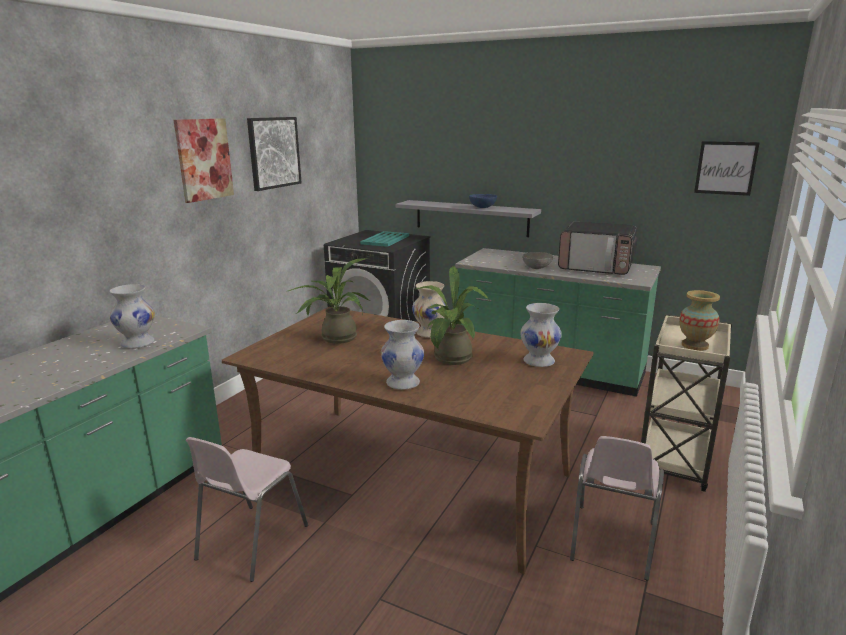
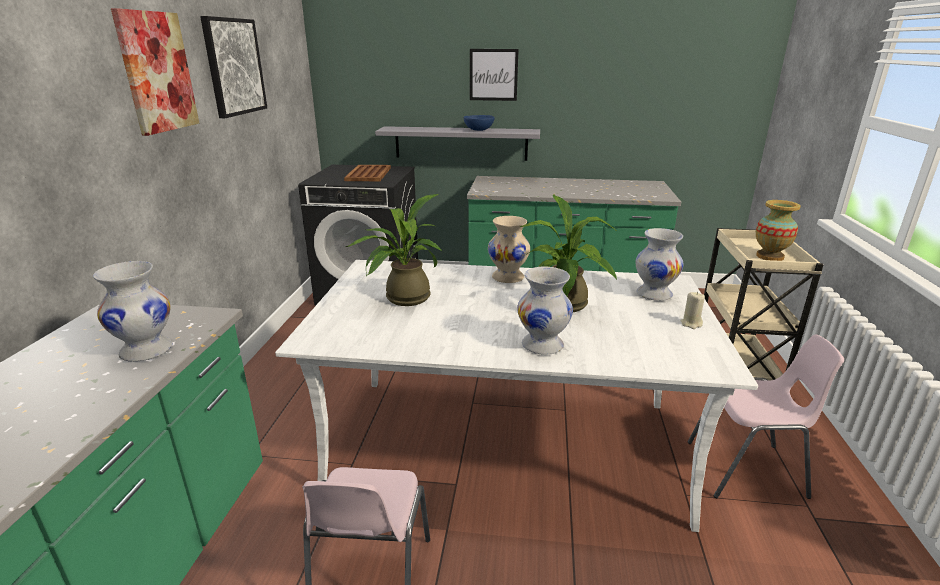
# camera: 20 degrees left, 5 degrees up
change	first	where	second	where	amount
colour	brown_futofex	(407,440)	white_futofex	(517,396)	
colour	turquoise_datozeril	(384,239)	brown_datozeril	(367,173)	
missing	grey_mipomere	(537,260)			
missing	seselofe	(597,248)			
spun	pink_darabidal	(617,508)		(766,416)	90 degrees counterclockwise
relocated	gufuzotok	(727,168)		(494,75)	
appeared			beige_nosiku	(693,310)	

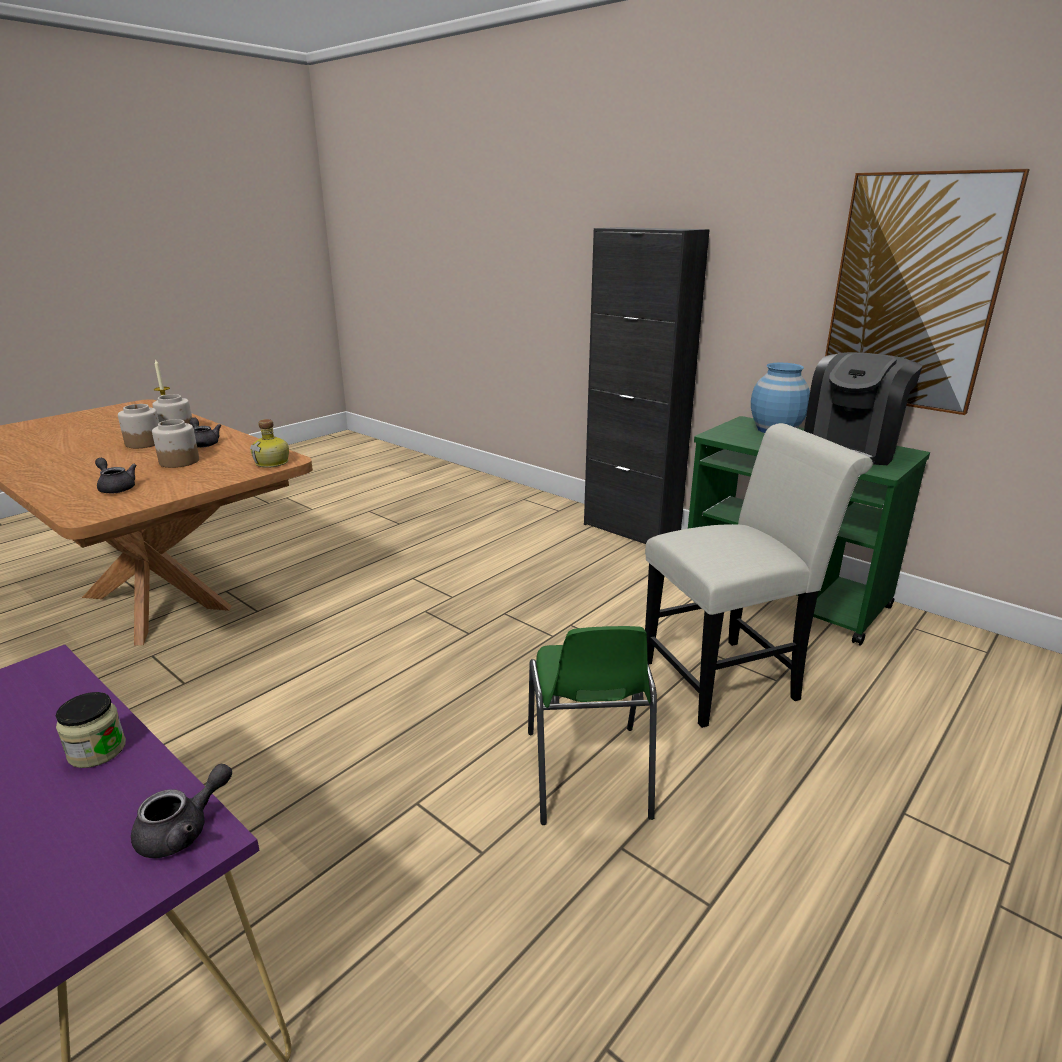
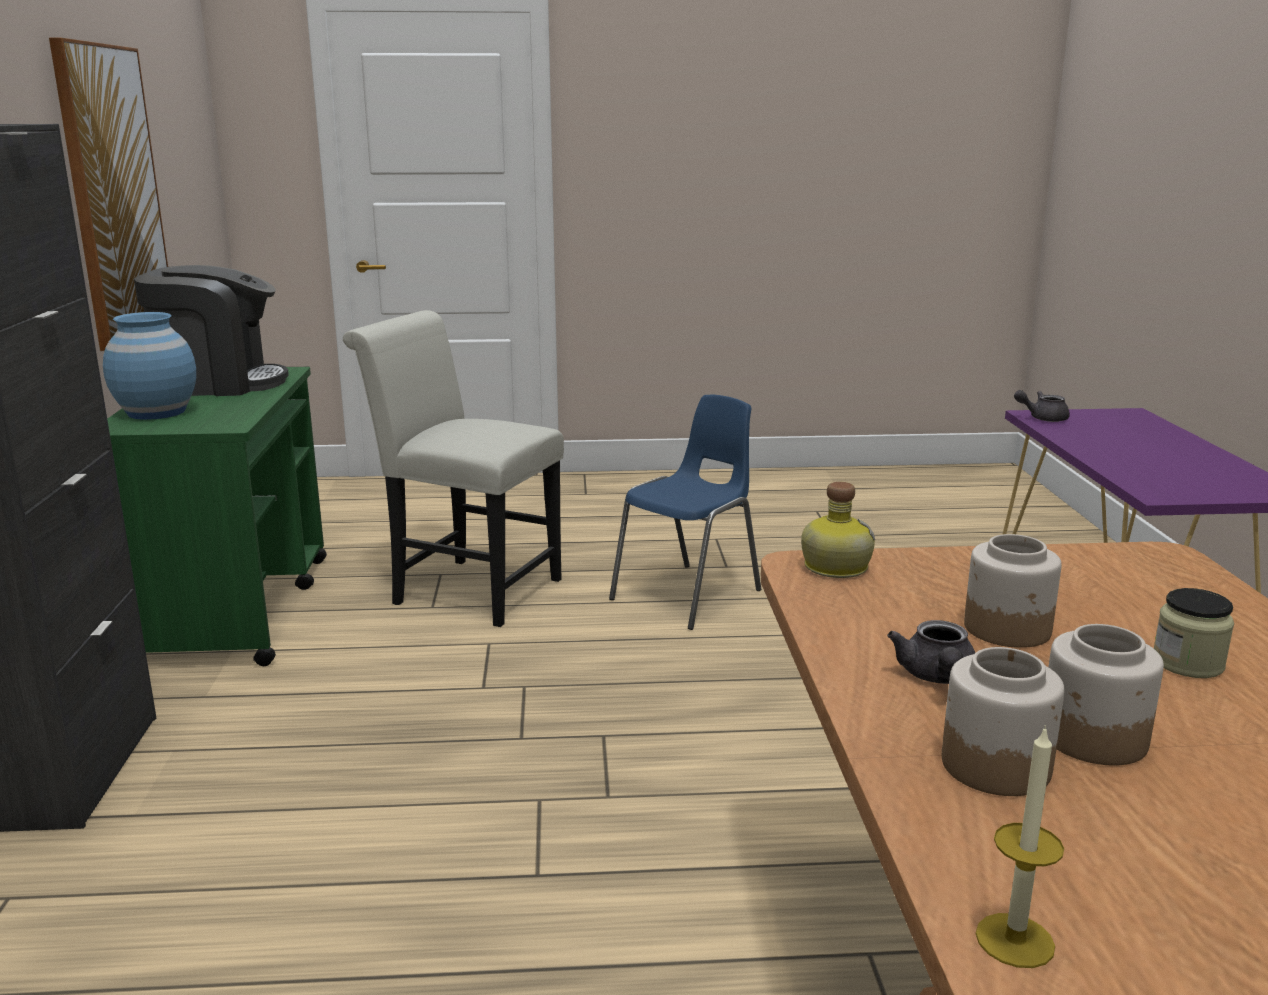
# camera: 135 degrees left, 5 degrees down
change	first	where	second	where	amount
relocated	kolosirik	(91,730)		(1194,633)	
missing	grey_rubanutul	(116,475)			
colour	green_darabidal	(592,725)	blue_darabidal	(685,512)	

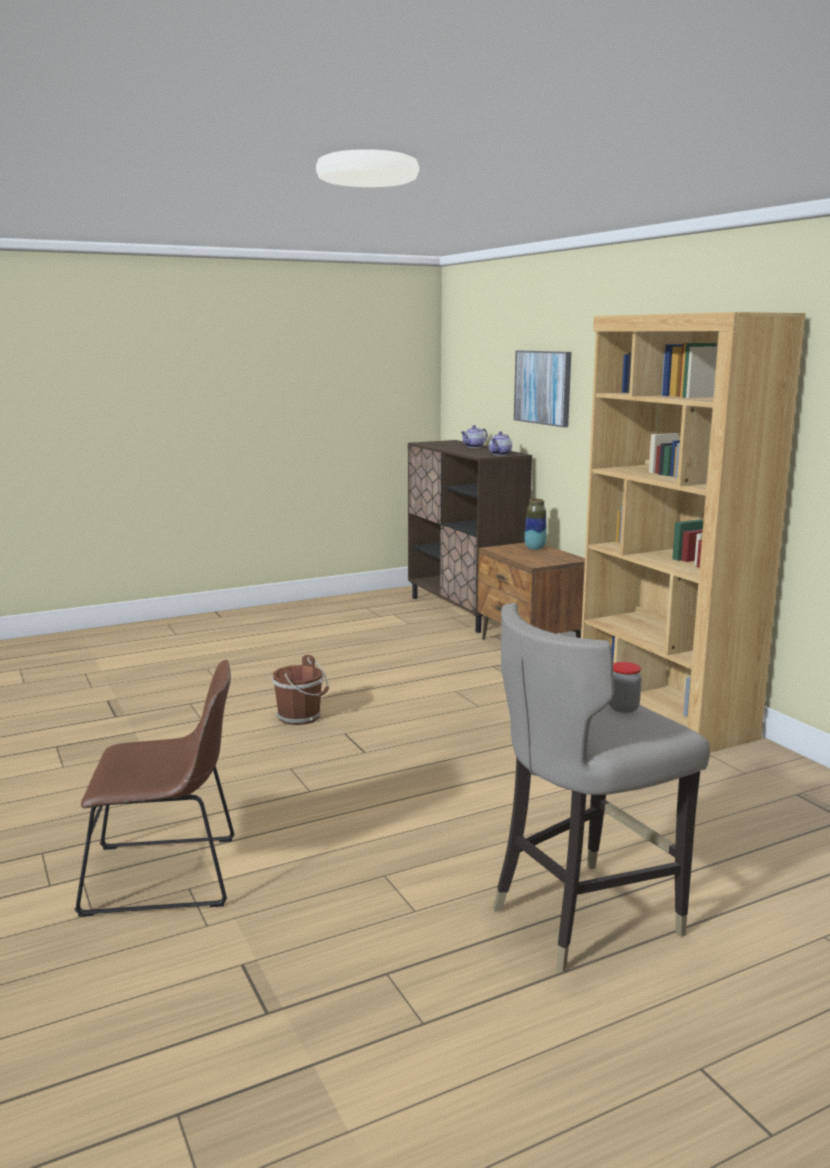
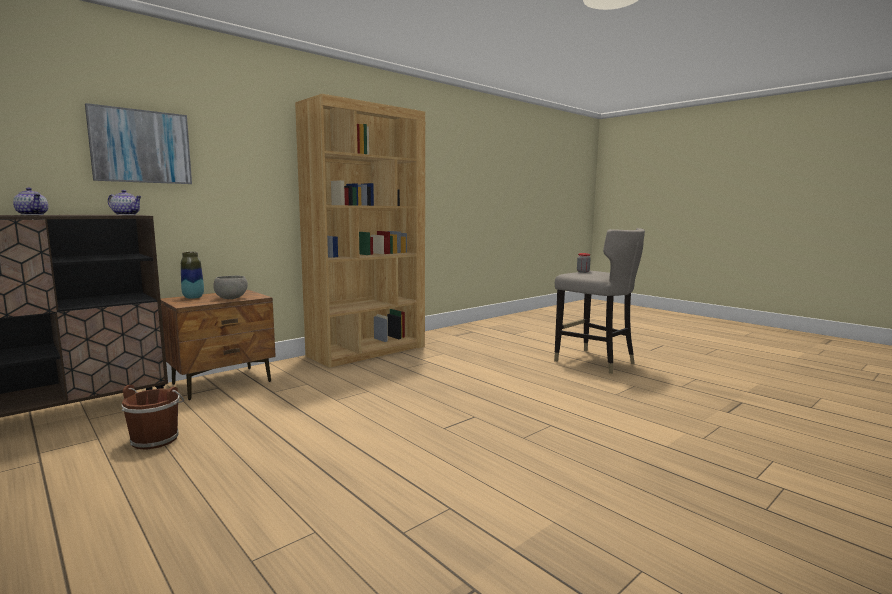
# camera: 105 degrees left, 5 degrees down
change	first	where	second	where	amount
missing	brown_darabidal	(155,788)			
relocated	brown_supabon	(300,690)		(153,417)	
appeared			grey_mipomere	(230,287)	

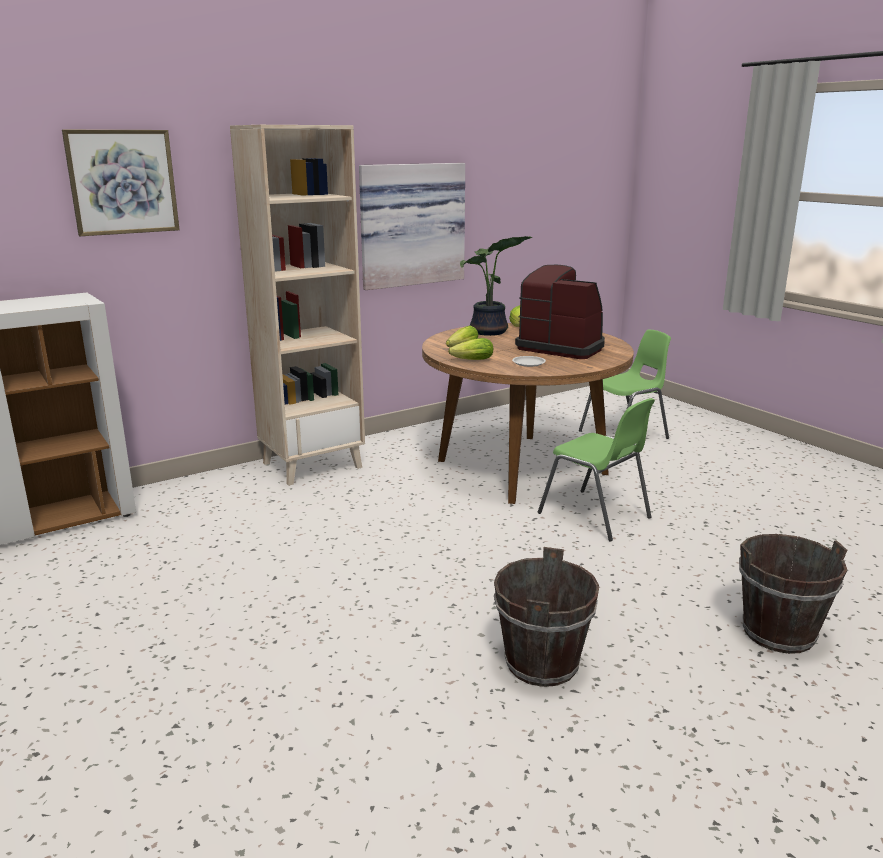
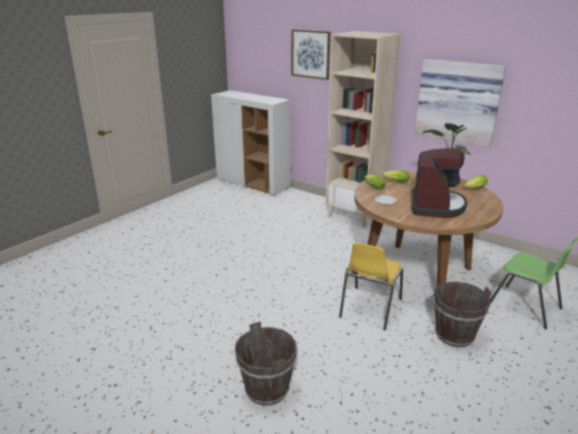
# camera: 70 degrees right, 5 degrees up
change	first	where	second	where	amount
relocated	brown_supabon	(546,617)		(462,314)	
colour	green_darabidal	(596,469)	yellow_darabidal	(371,286)	

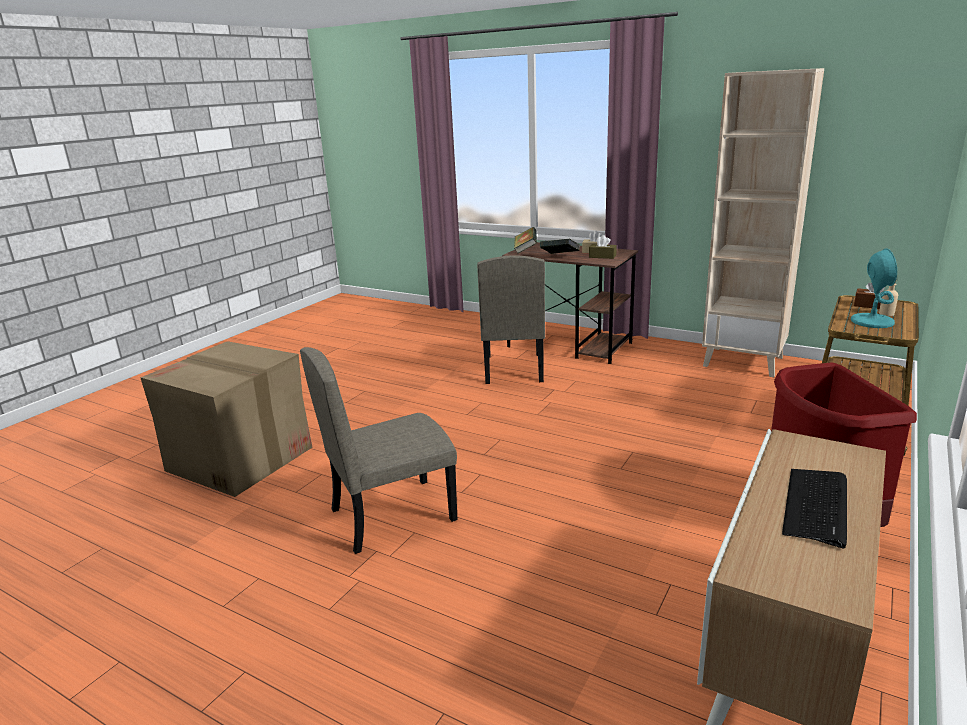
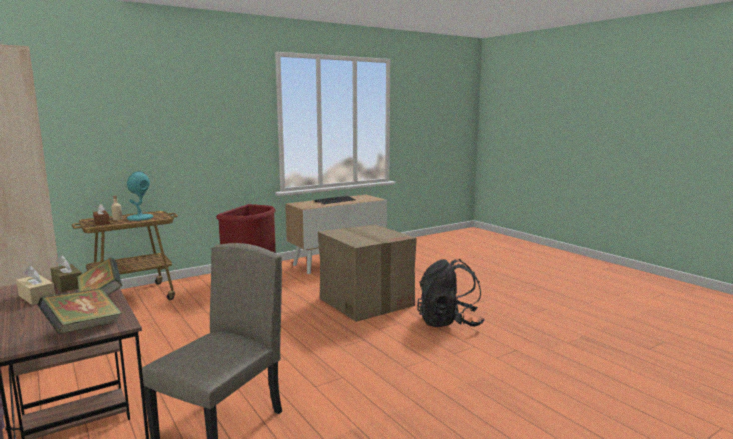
# camera: 155 degrees left, 10 degrees down
change	first	where	second	where	amount
relocated	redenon	(226,419)		(367,273)	
exchanged	beige_darabidal	(378,450)	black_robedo	(451,293)	

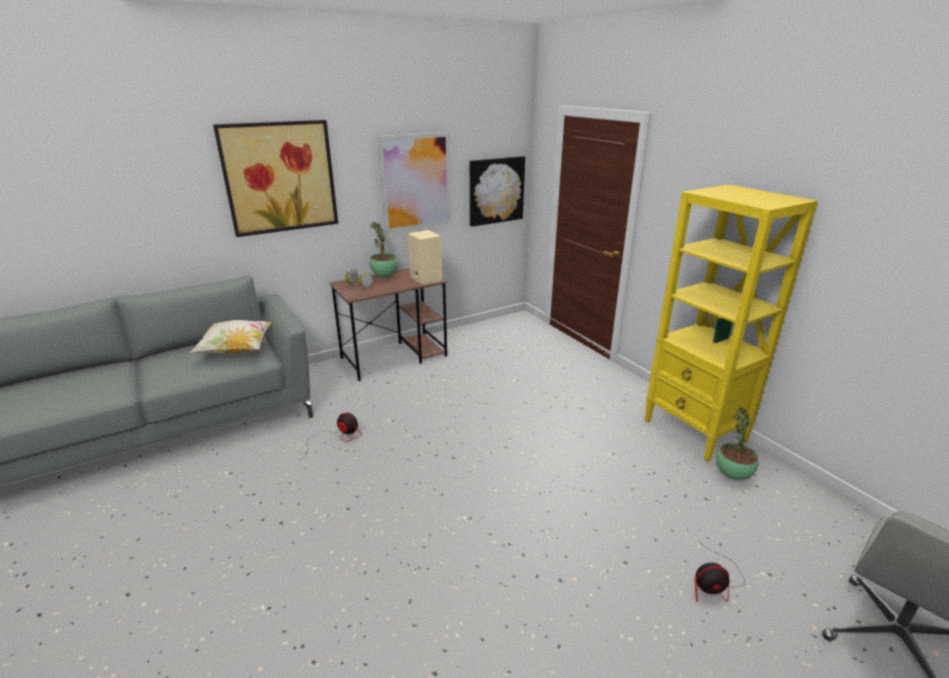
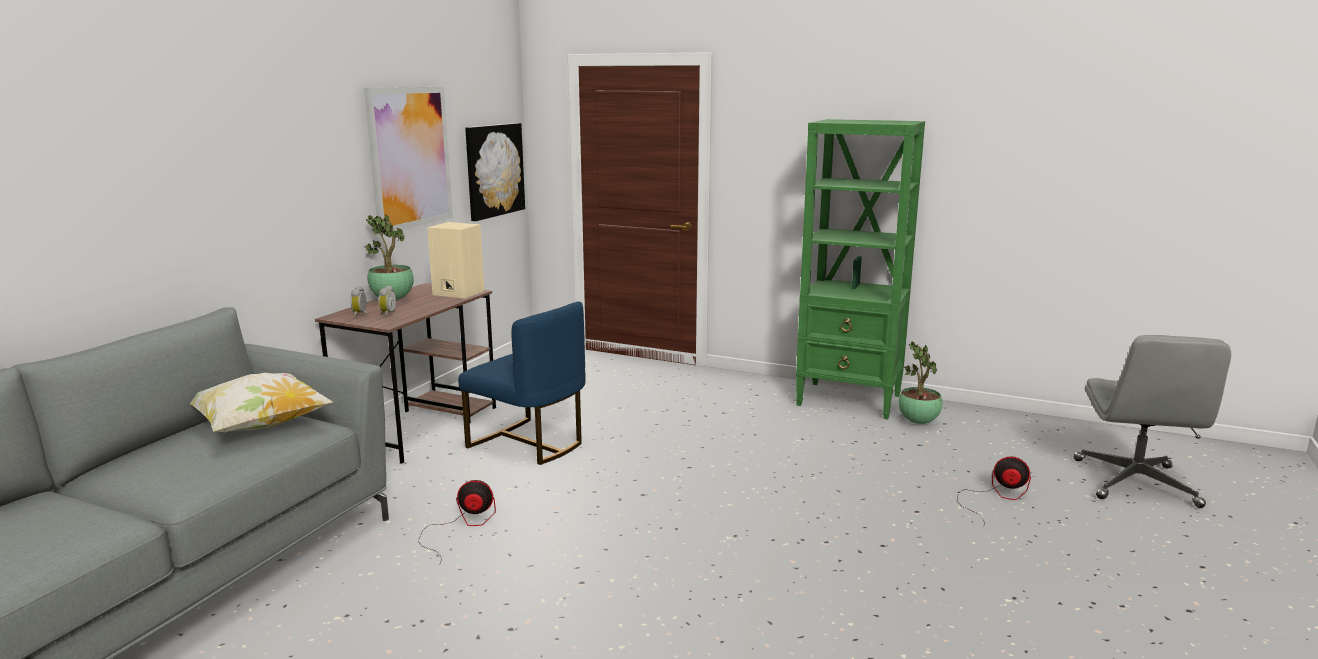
# camera: 35 degrees left, 10 degrees down
change	first	where	second	where	amount
missing	gufuzotok	(275,178)			
colour	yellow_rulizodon	(731,323)	green_rulizodon	(860,269)	
spun	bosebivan	(720,571)		(994,489)	120 degrees counterclockwise
appeared			blue_darabidal	(522,383)	

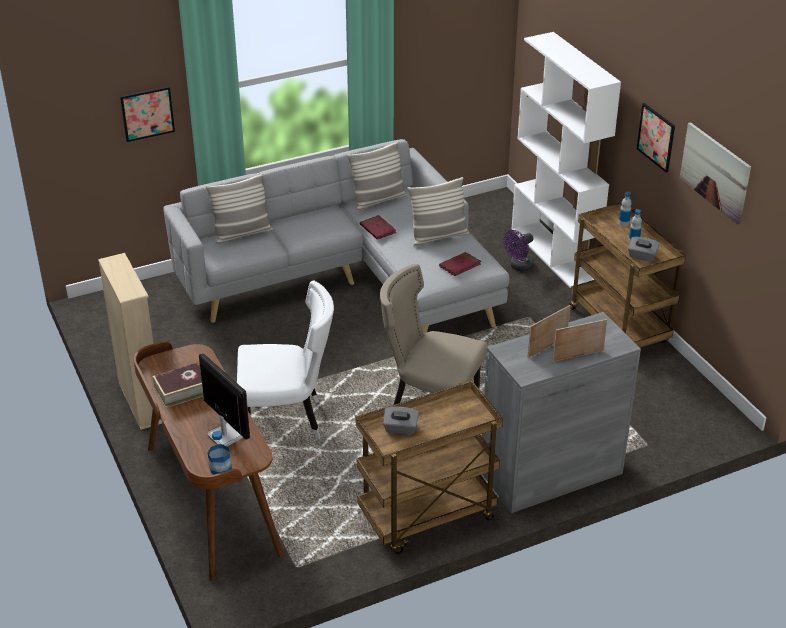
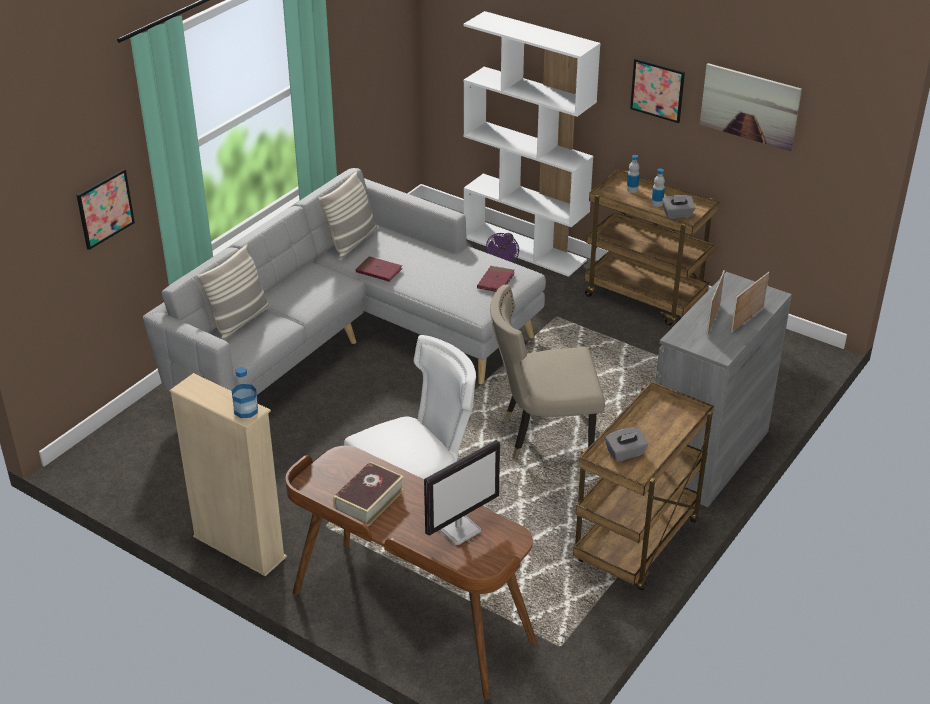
# camera: 30 degrees left, 0 degrees up
change	first	where	second	where	amount
spun	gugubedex	(224,399)		(462,492)	120 degrees clockwise
relocated	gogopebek	(220,452)		(245,392)	
missing	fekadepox	(438,212)			

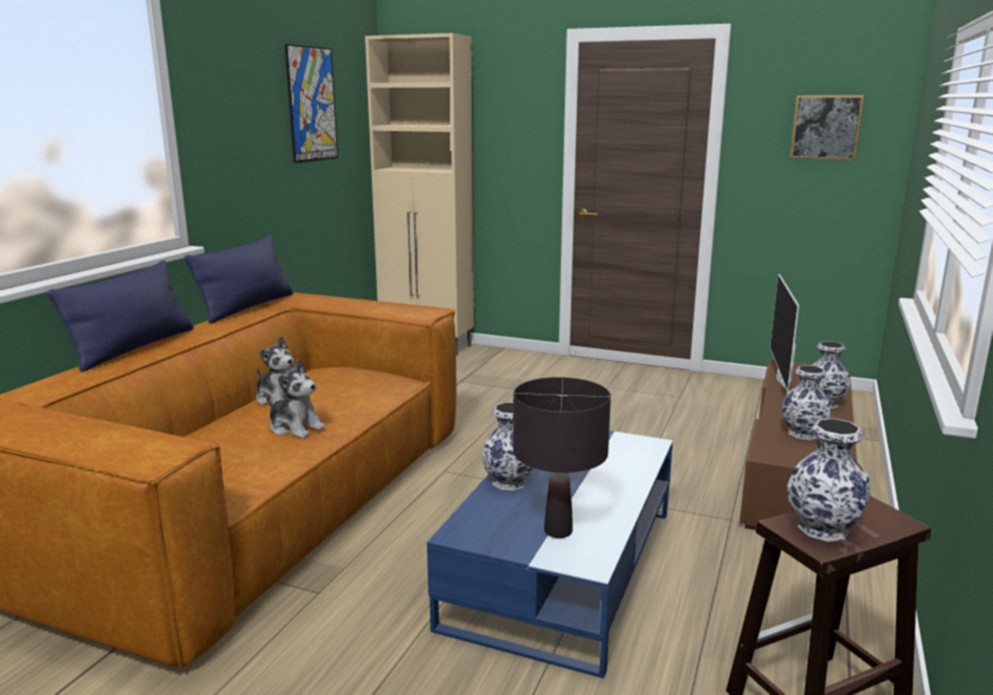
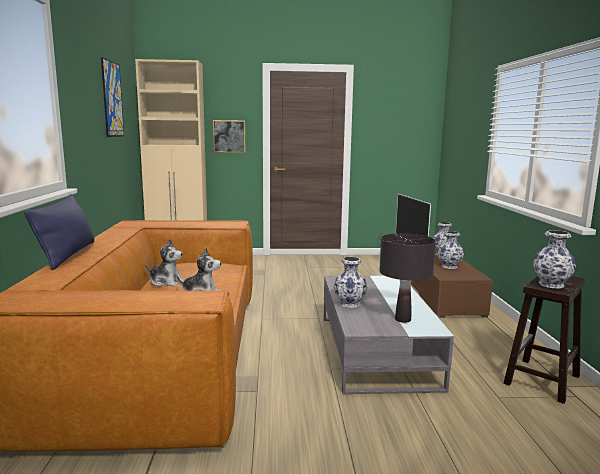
# camera: 25 degrees left, 5 degrees down
change	first	where	second	where	amount
missing	blue_fekadepox	(238,279)			
colour	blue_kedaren	(550,554)	grey_kedaren	(388,335)	
relocated	gufuzotok	(827,127)		(229,136)	

